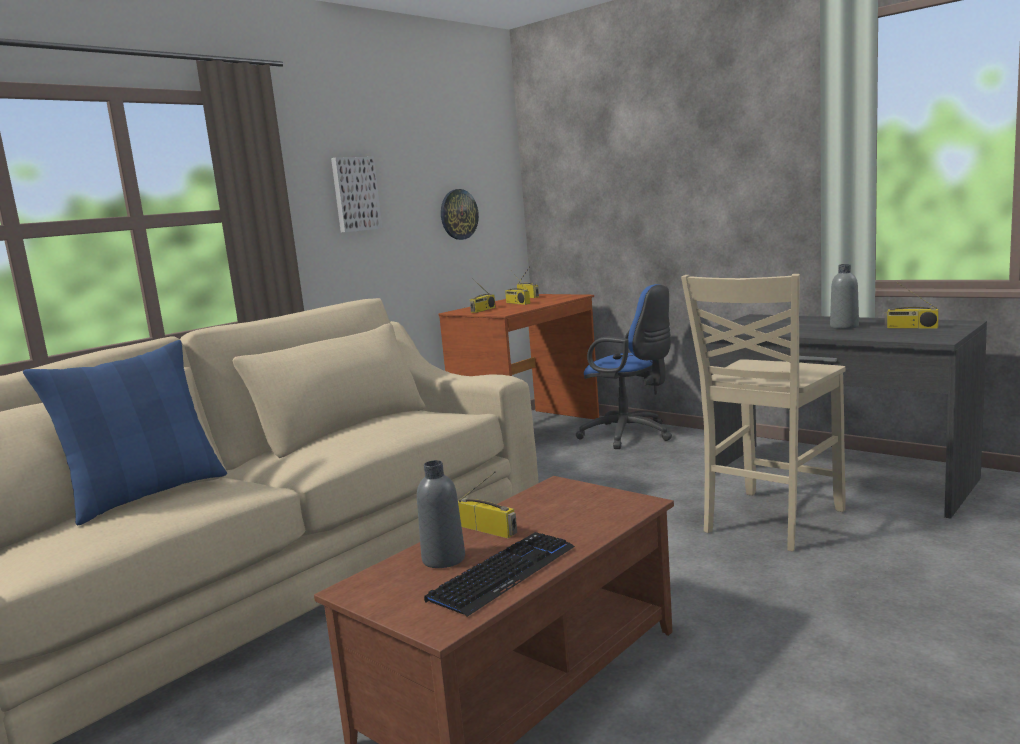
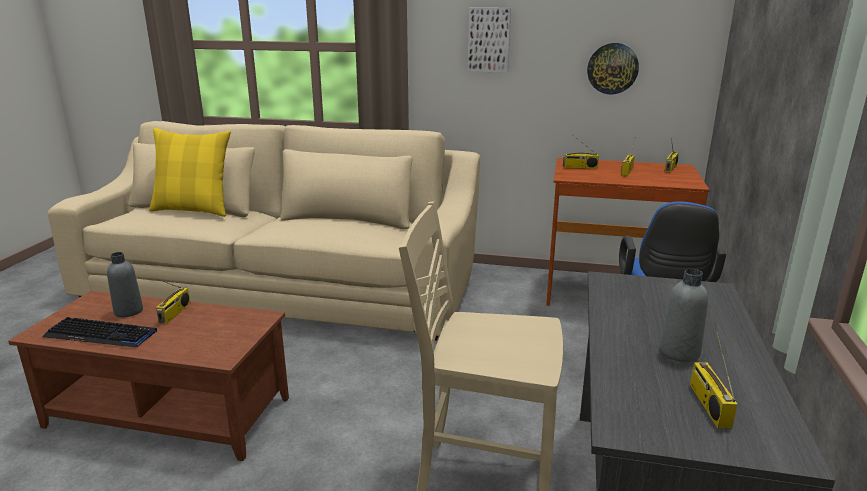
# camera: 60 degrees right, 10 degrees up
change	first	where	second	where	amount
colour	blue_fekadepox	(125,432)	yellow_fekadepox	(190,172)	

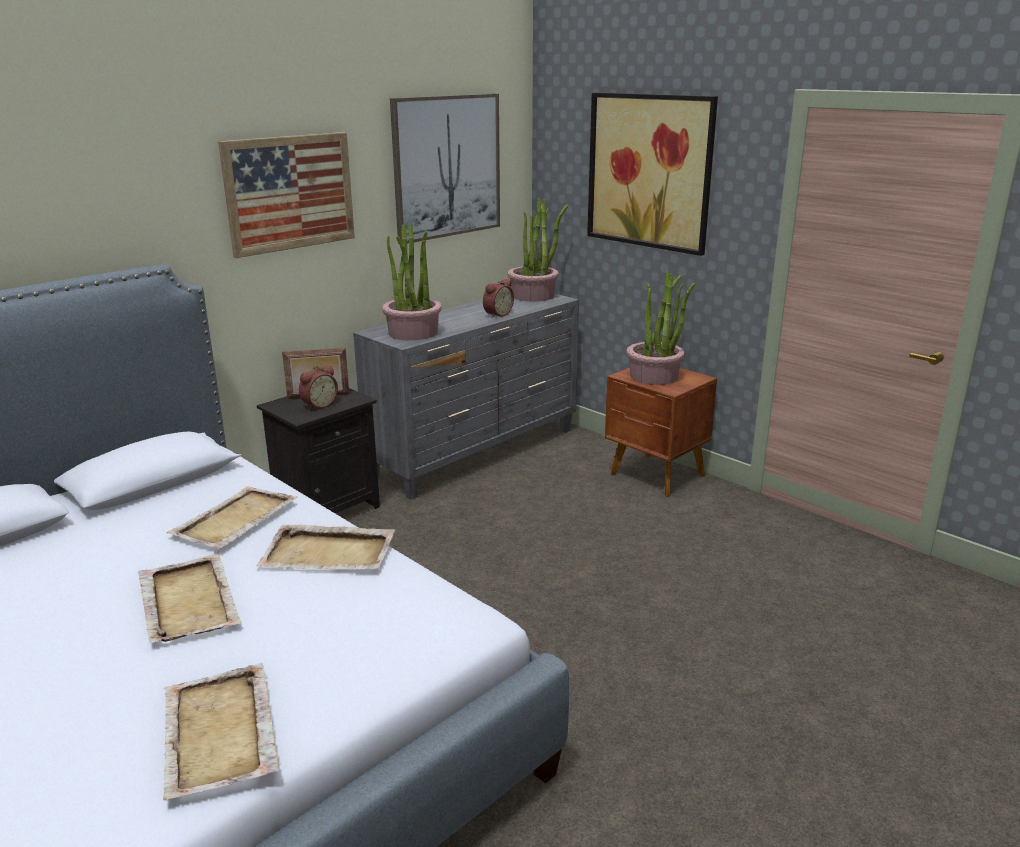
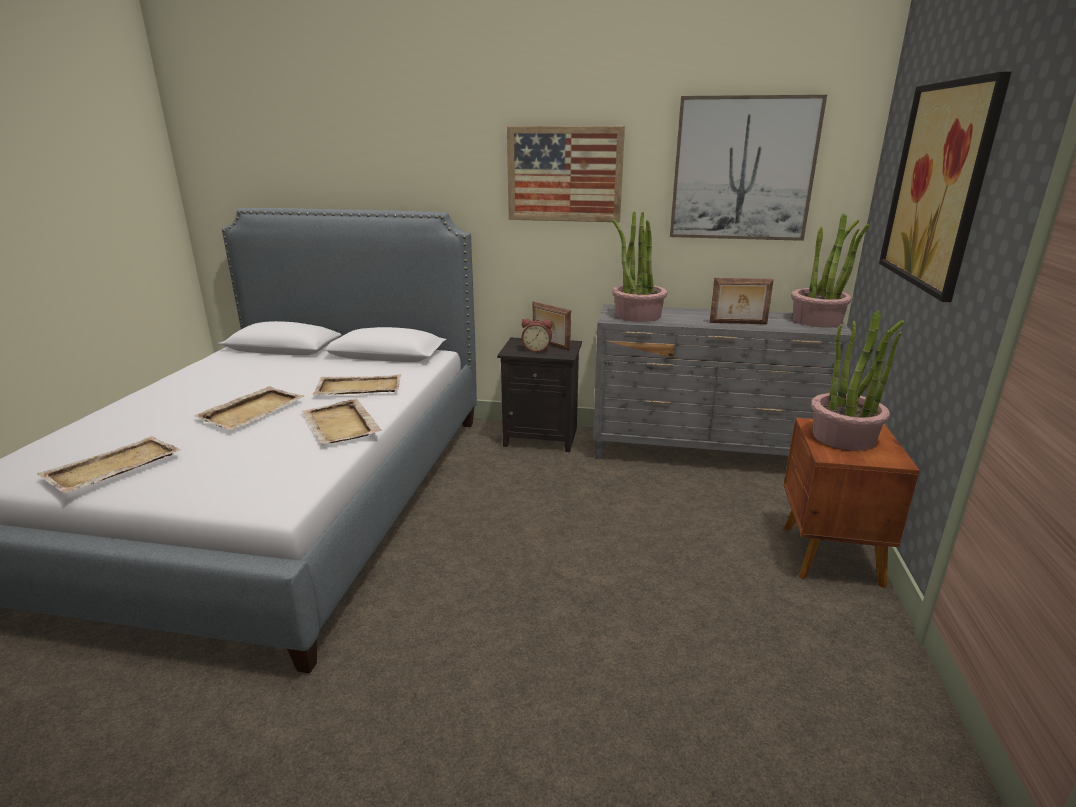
# camera: 55 degrees right, 0 degrees up
change	first	where	second	where	amount
exchanged	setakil	(498,298)	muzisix	(741,301)	

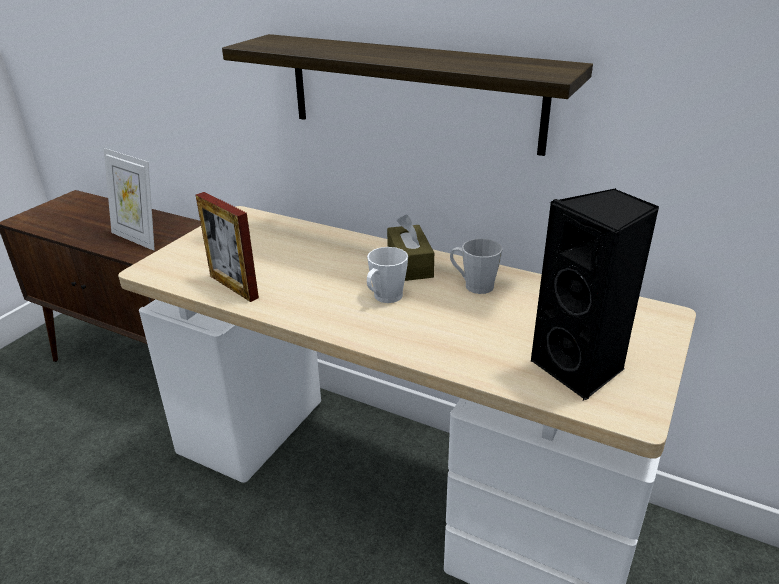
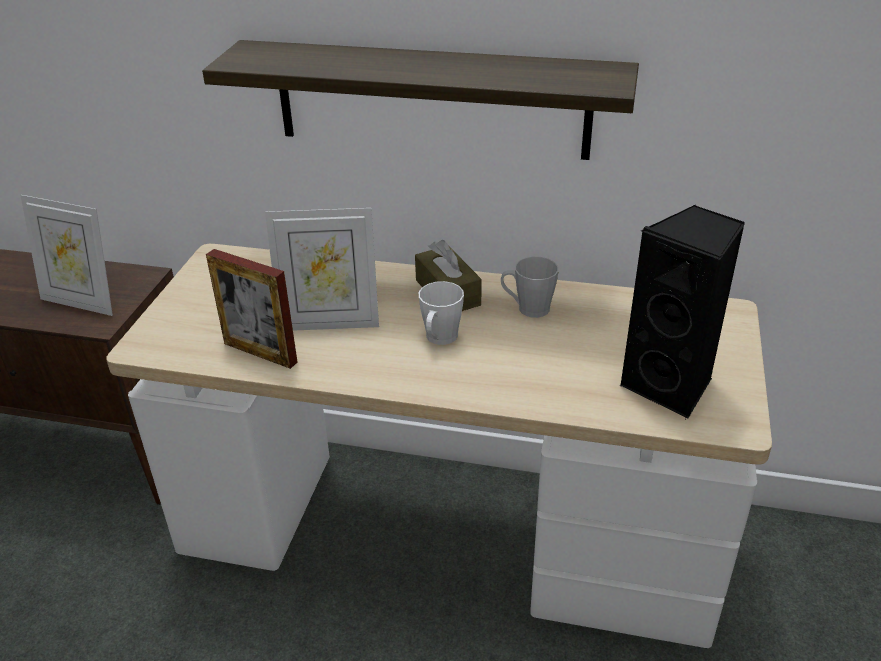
# camera: 15 degrees left, 5 degrees up
change	first	where	second	where	amount
appeared			muzisix	(322,269)	

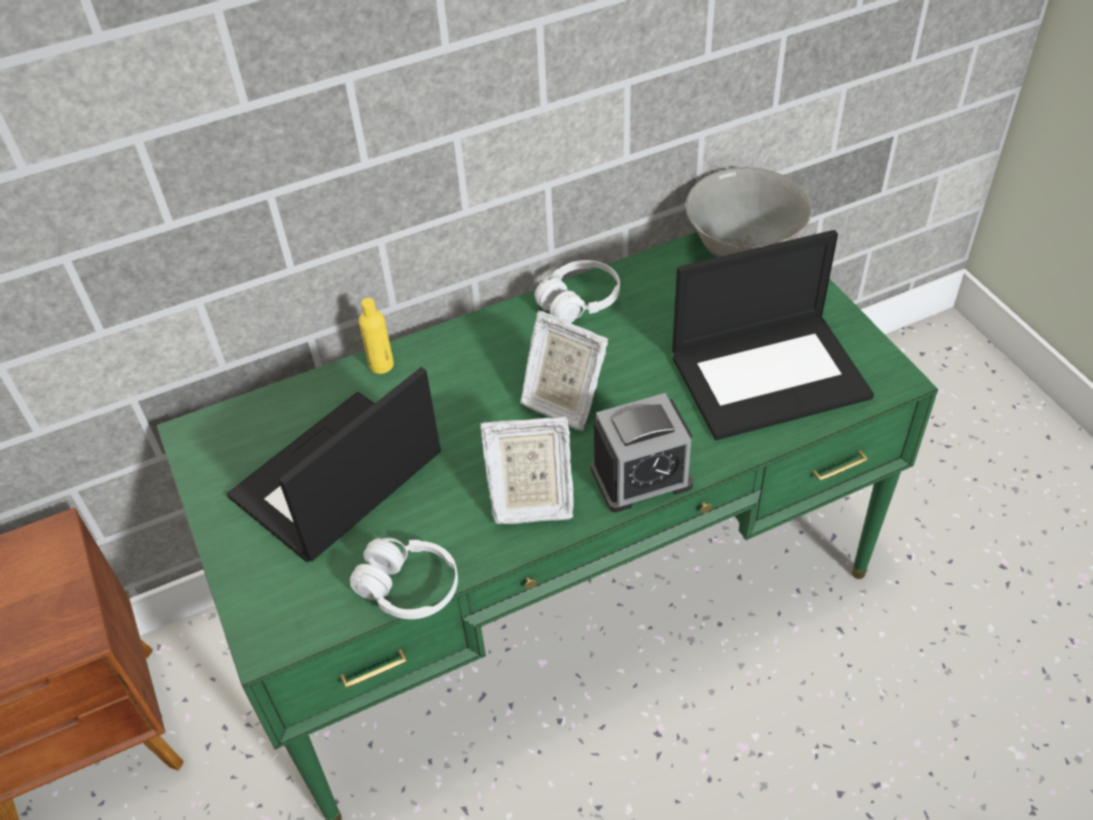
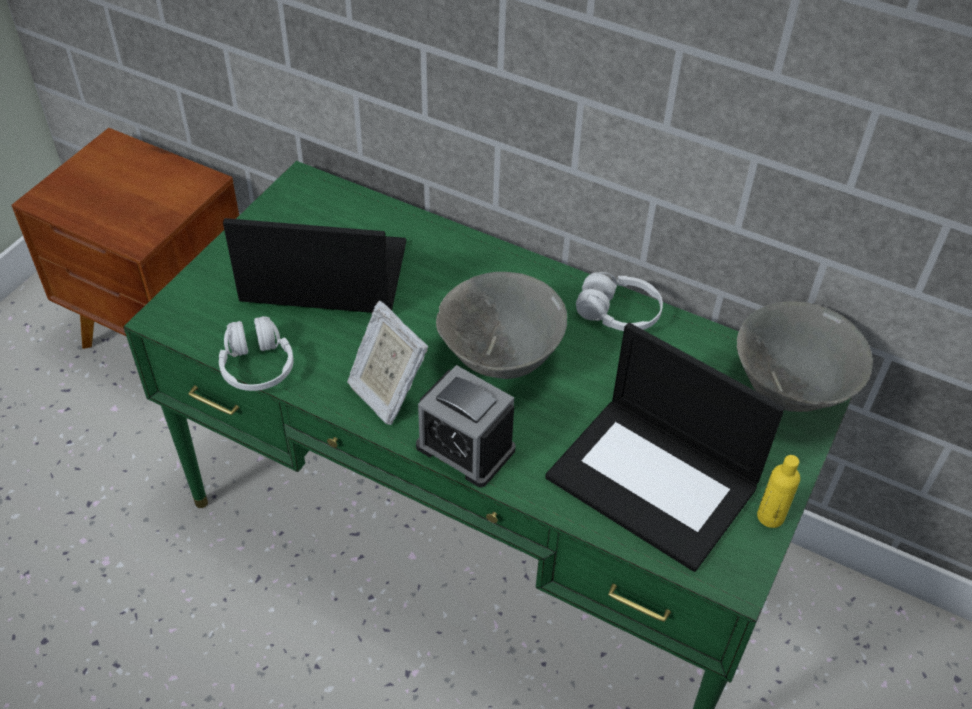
# camera: 50 degrees right, 0 degrees up
change	first	where	second	where	amount
relocated	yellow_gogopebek	(376,336)		(778,491)	
exchanged	muzisix	(564,370)	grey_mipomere	(501,325)	

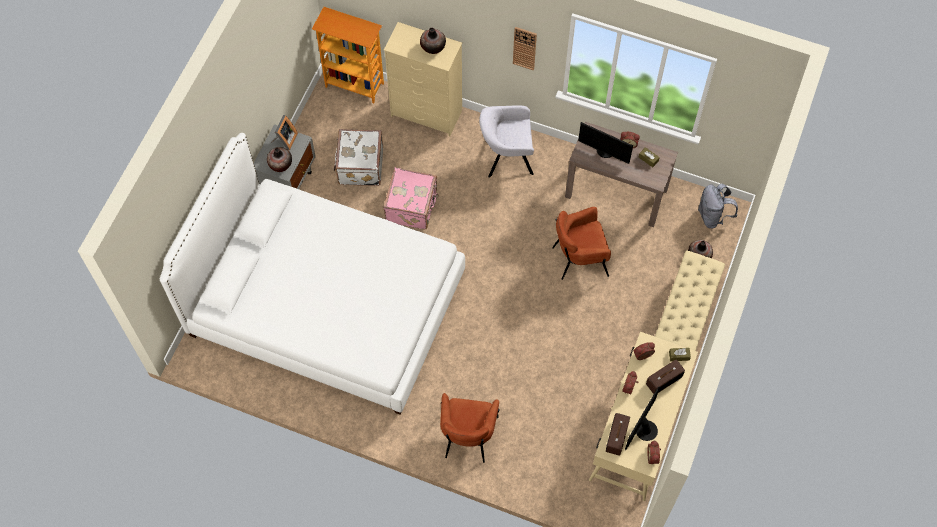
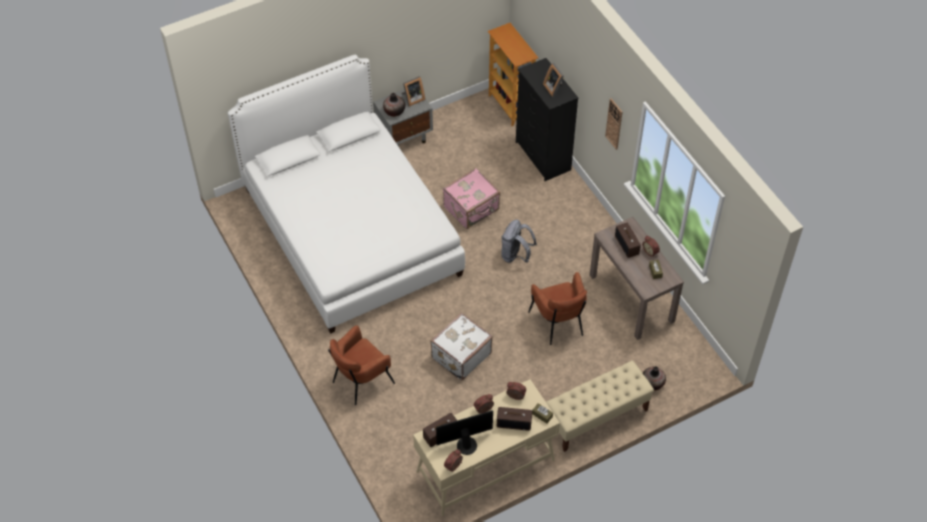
# camera: 40 degrees right, 10 degrees down
change	first	where	second	where	amount
relocated	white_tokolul	(358,157)		(461,347)	
colour	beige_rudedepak	(423,79)	black_rudedepak	(547,119)	
exchanged	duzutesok	(433,41)	muzisix	(553,80)	
missing	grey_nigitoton	(506,141)			
spun	brown_nigitoton	(581,243)		(557,308)	135 degrees counterclockwise
exchanged	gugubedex	(605,143)	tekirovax	(628,240)	
relocated	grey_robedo	(718,206)		(519,241)	

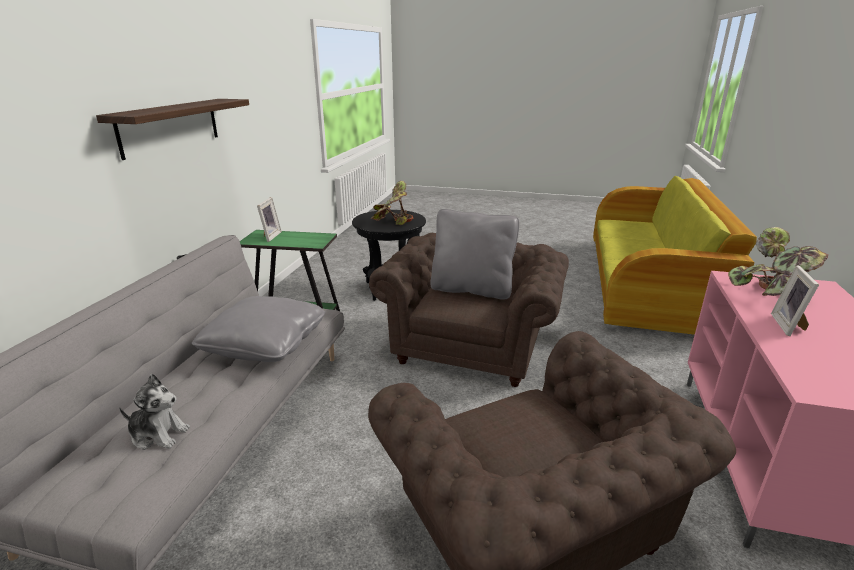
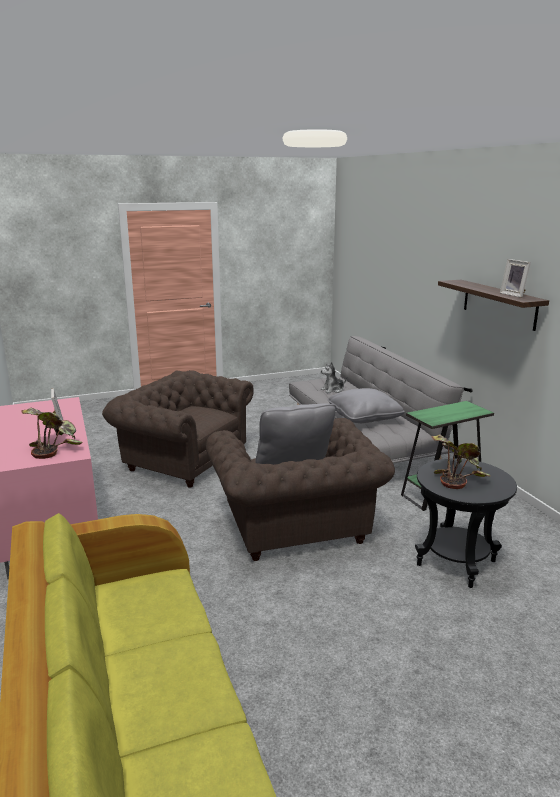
# camera: 145 degrees right, 5 degrees down
change	first	where	second	where	amount
relocated	muzisix	(269,219)		(515,278)	

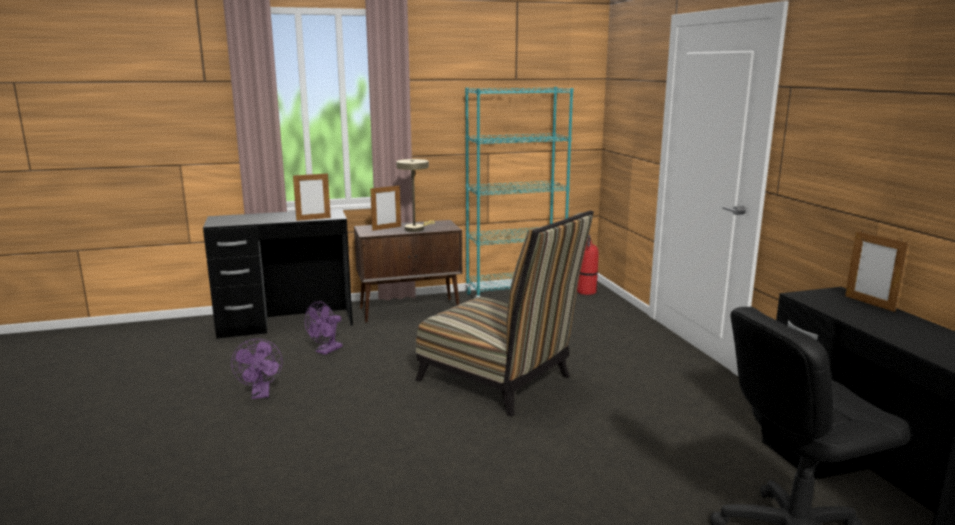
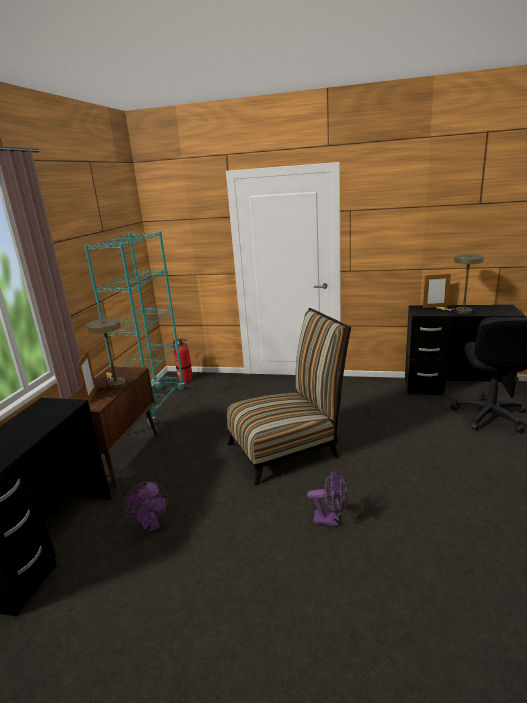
# camera: 60 degrees left, 5 degrees up
change	first	where	second	where	amount
relocated	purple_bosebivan	(256,369)		(327,498)	
missing	muzisix	(312,197)			
appeared			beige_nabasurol	(460,284)	

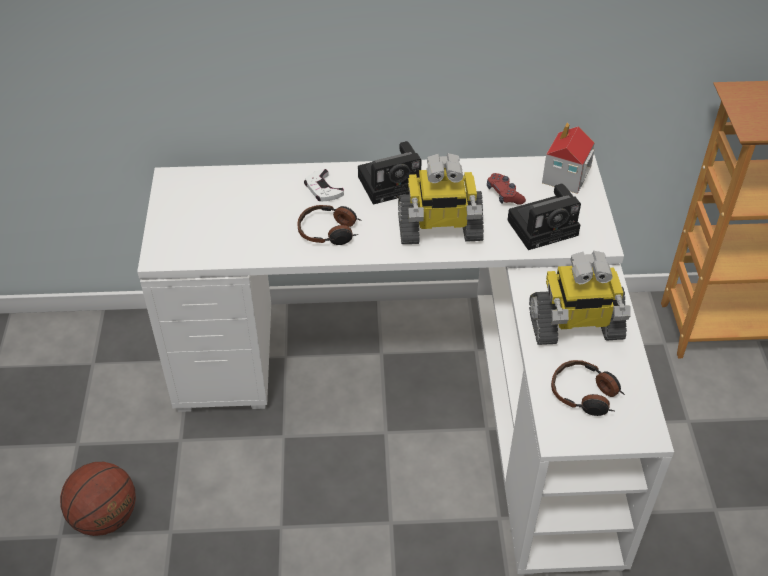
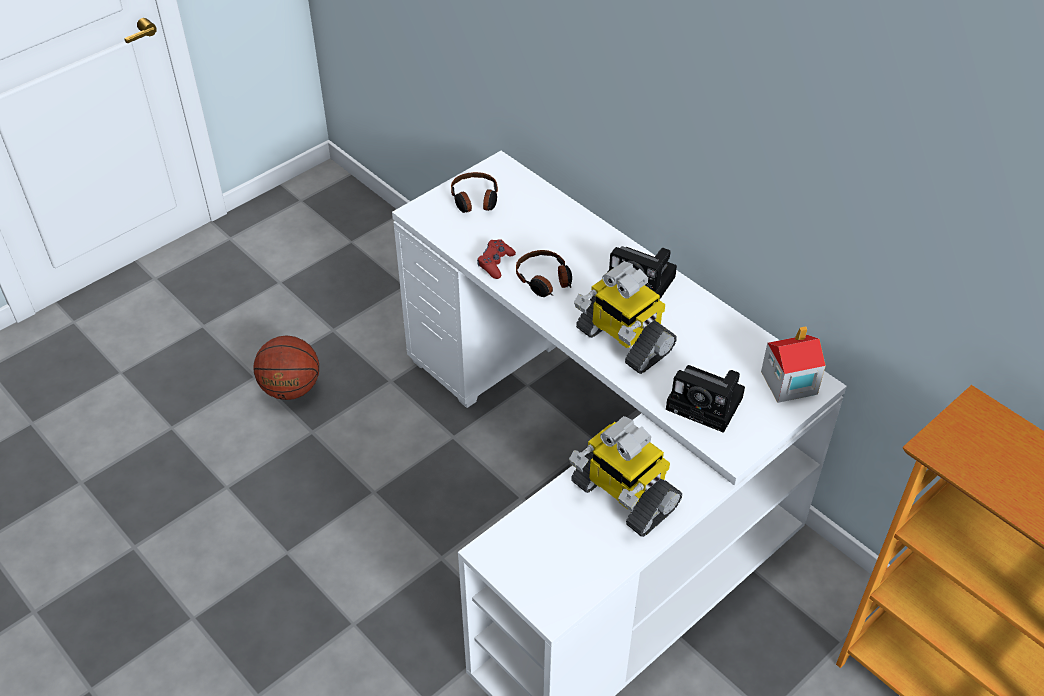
# camera: 50 degrees right, 0 degrees up
change	first	where	second	where	amount
missing	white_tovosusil	(324,185)			
relocated	red_tovosusil	(506,189)		(496,259)	
relocated	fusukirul	(588,388)		(474,192)	

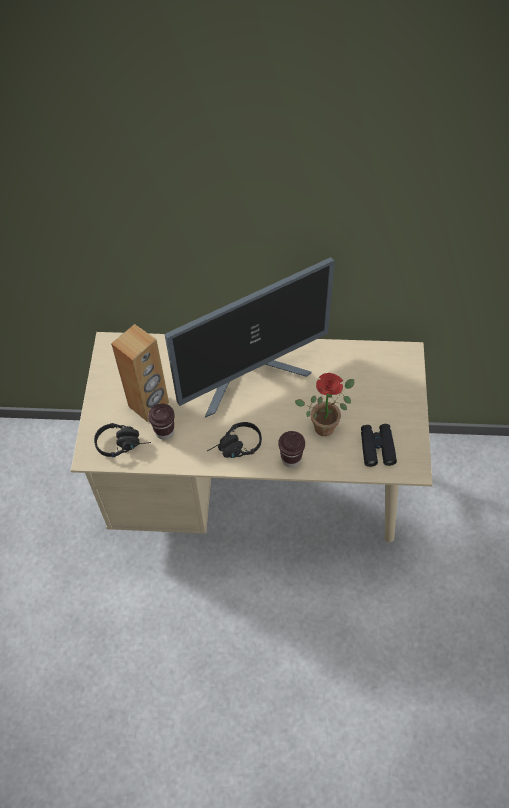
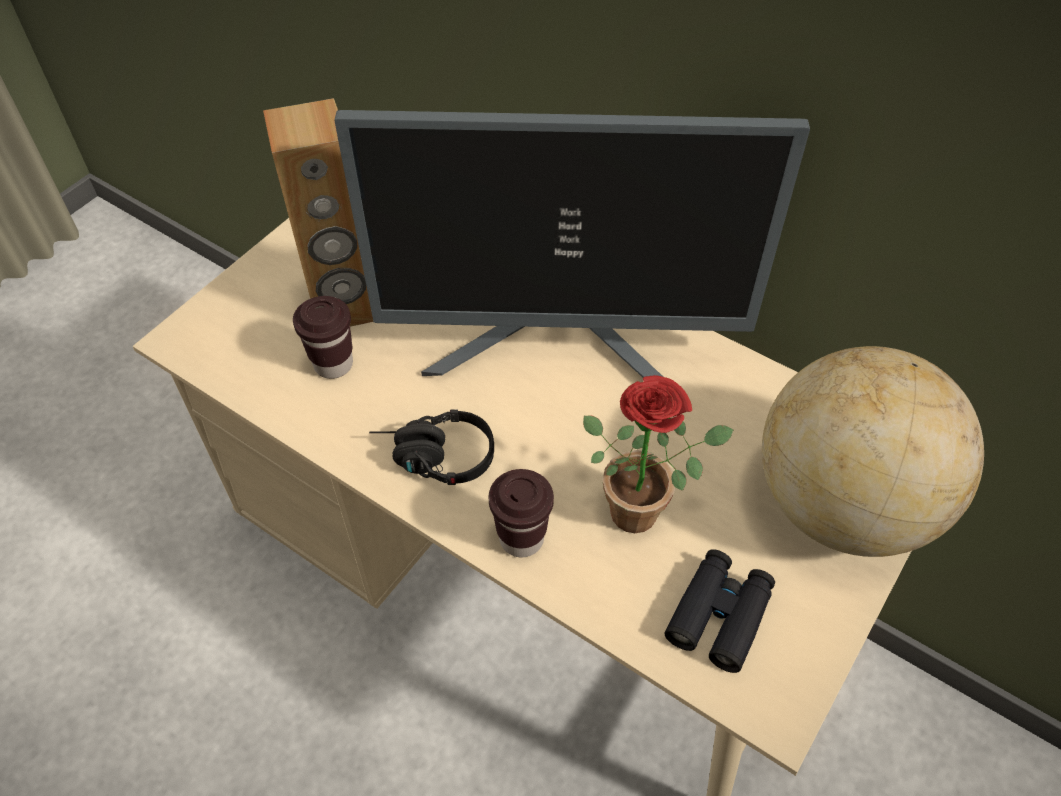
# camera: 30 degrees right, 5 degrees down
change	first	where	second	where	amount
missing	black_fusukirul	(122,440)			
appeared			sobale	(873,451)	

